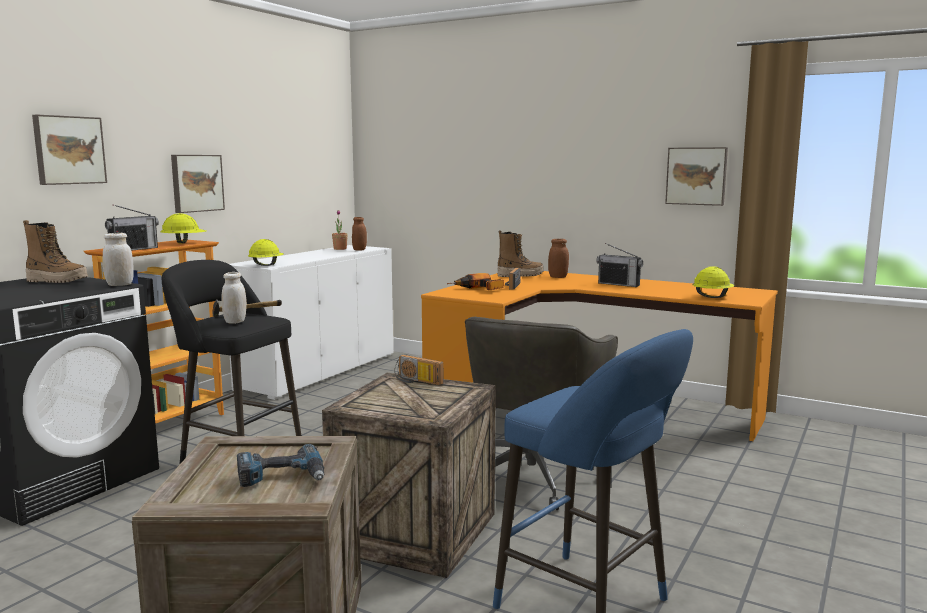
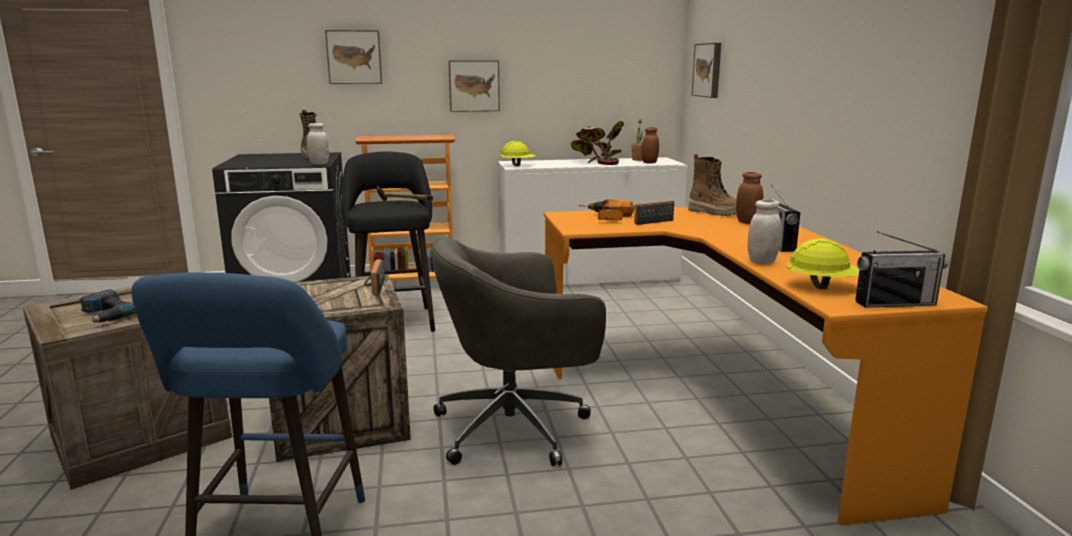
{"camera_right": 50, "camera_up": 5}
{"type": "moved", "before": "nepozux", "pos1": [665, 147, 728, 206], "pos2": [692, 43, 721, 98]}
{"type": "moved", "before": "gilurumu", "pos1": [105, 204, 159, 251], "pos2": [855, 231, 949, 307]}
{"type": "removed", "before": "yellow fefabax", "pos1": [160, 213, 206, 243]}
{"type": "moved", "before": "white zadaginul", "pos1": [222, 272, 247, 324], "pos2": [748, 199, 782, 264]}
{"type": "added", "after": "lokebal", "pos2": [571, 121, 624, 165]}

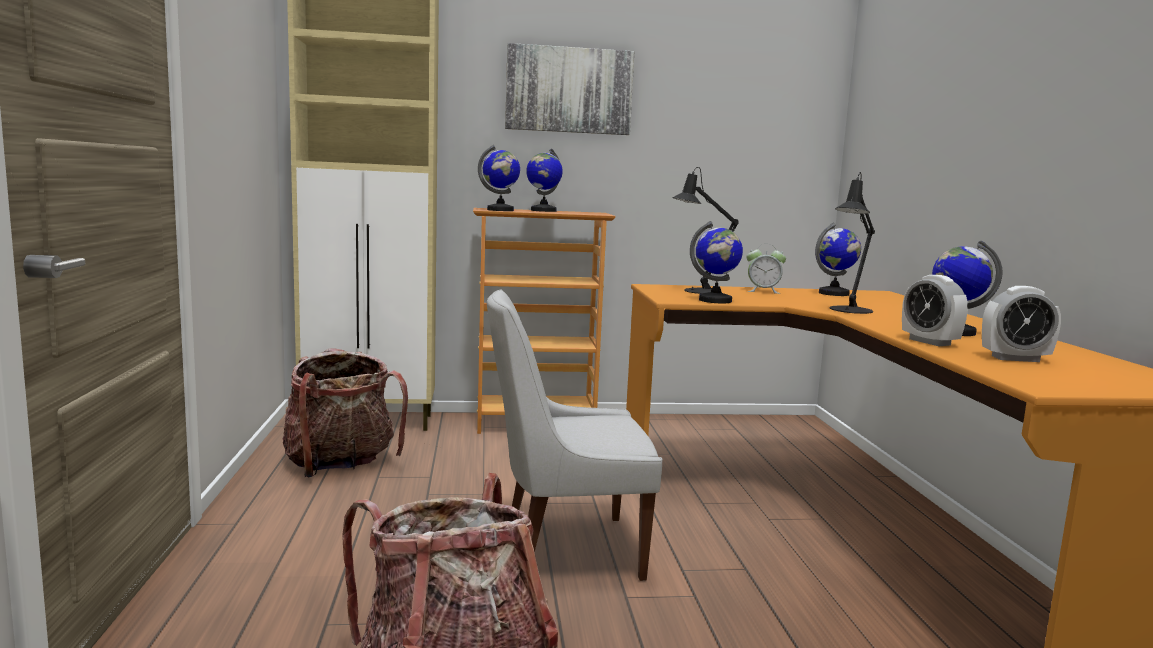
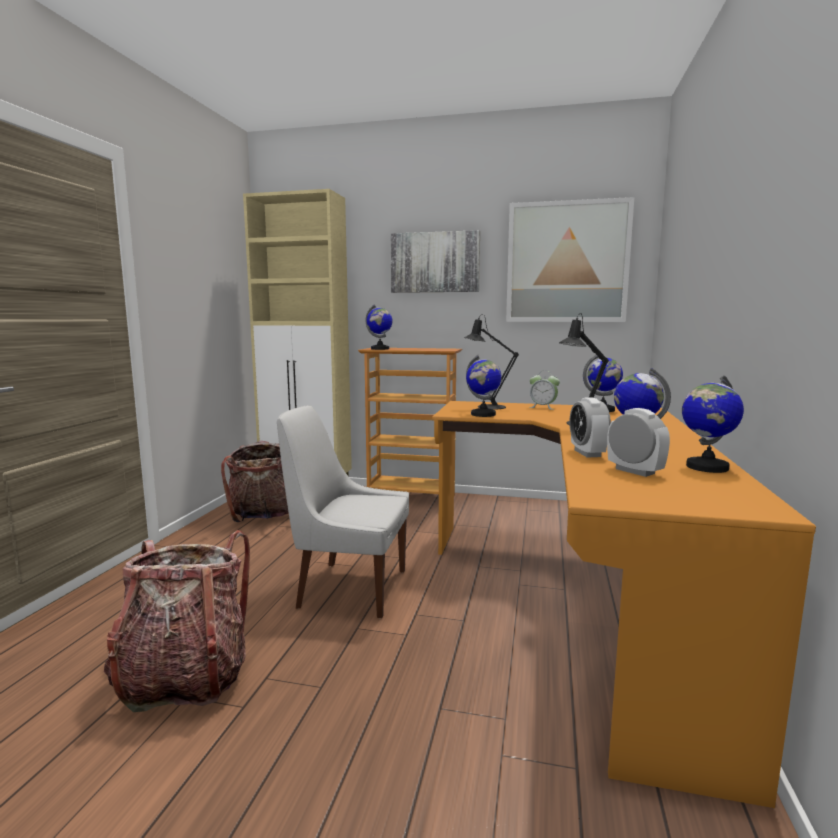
{"camera_right": 20, "camera_up": 0}
{"type": "moved", "before": "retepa", "pos1": [526, 148, 562, 212], "pos2": [682, 375, 744, 473]}
{"type": "turned", "before": "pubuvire", "pos1": [982, 286, 1061, 362], "pos2": [607, 408, 670, 477], "turn": -150}
{"type": "added", "after": "nepozux", "pos2": [506, 197, 634, 322]}

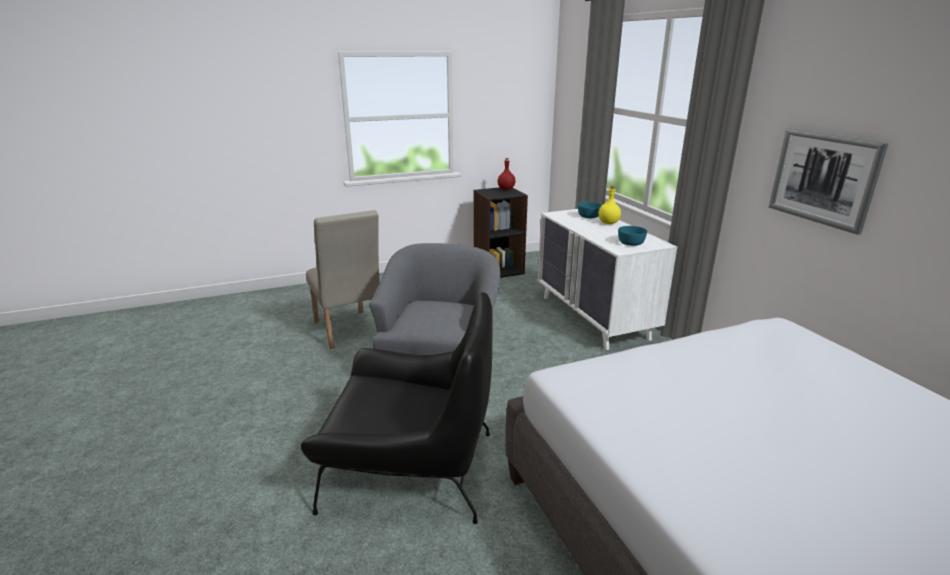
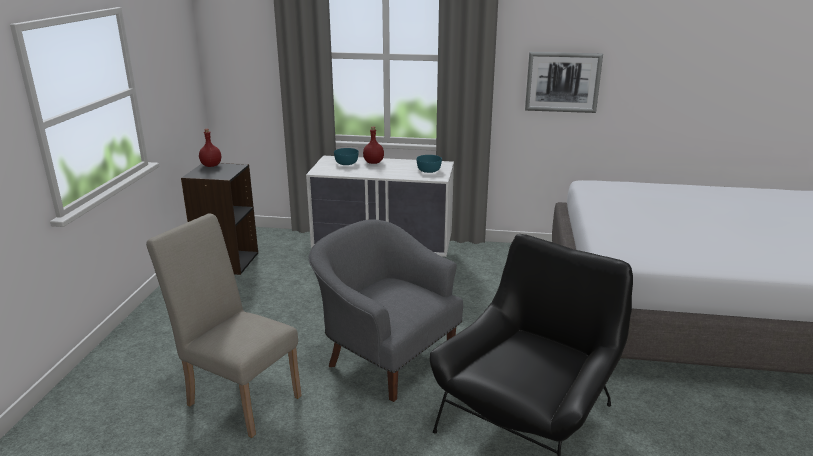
{"camera_right": -60, "camera_up": 0}
{"type": "recoloured", "before": "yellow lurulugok", "after": "red lurulugok", "pos1": [598, 186, 621, 224], "pos2": [363, 127, 384, 164]}
{"type": "turned", "before": "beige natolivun", "pos1": [306, 210, 380, 349], "pos2": [146, 213, 302, 438], "turn": -150}

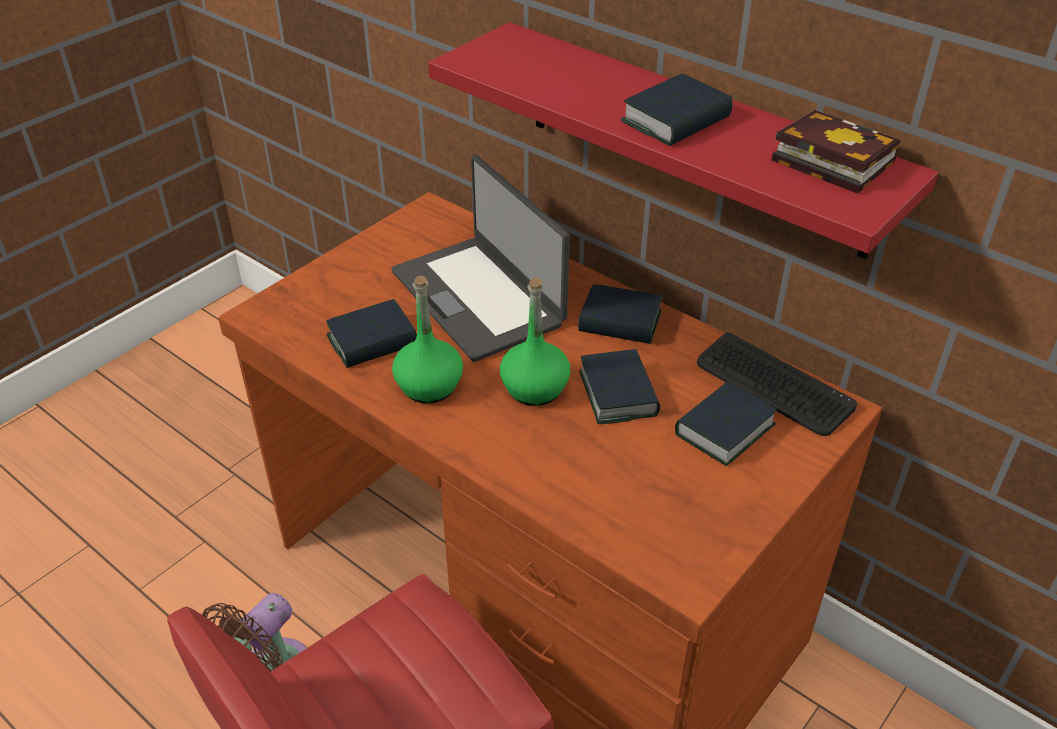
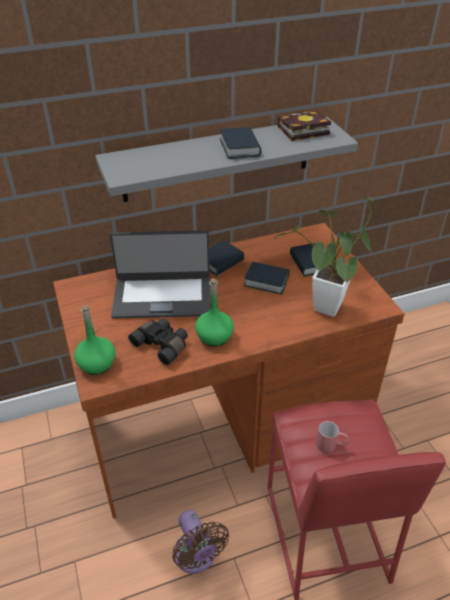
{"camera_right": -60, "camera_up": 0}
{"type": "recoloured", "before": "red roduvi", "after": "grey roduvi", "pos1": [428, 22, 939, 259], "pos2": [95, 117, 358, 202]}
{"type": "moved", "before": "green lurulugok", "pos1": [500, 278, 570, 406], "pos2": [74, 305, 116, 375]}
{"type": "replaced", "before": "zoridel", "after": "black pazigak", "pos1": [326, 299, 417, 368], "pos2": [128, 318, 188, 365]}
{"type": "removed", "before": "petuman", "pos1": [697, 332, 857, 436]}
{"type": "added", "after": "lokebal", "pos2": [273, 196, 376, 317]}
{"type": "added", "after": "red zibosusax", "pos2": [316, 421, 349, 453]}

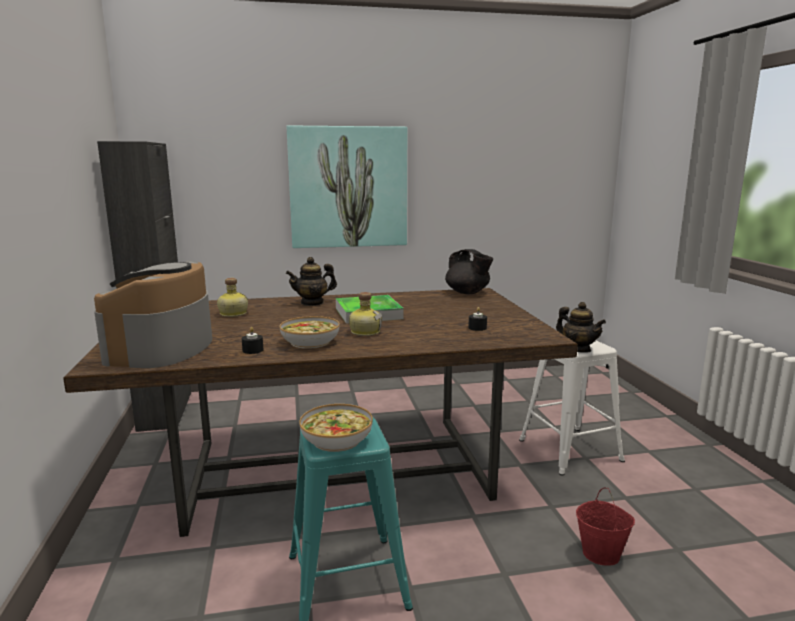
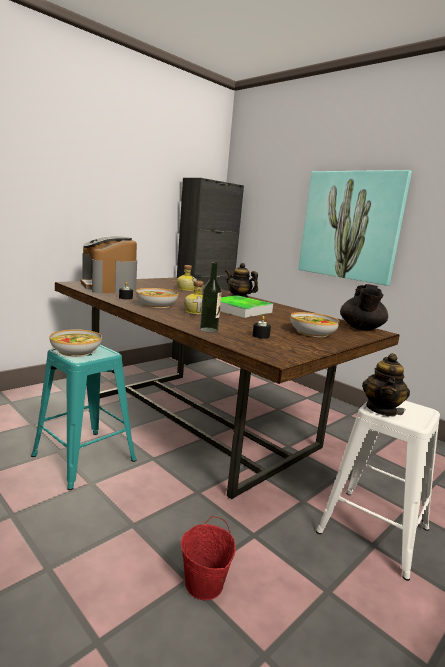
{"camera_right": 55, "camera_up": 0}
{"type": "turned", "before": "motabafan", "pos1": [94, 261, 212, 368], "pos2": [80, 236, 137, 293], "turn": -90}
{"type": "added", "after": "lurulugok", "pos2": [200, 262, 222, 333]}
{"type": "added", "after": "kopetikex", "pos2": [290, 312, 340, 337]}

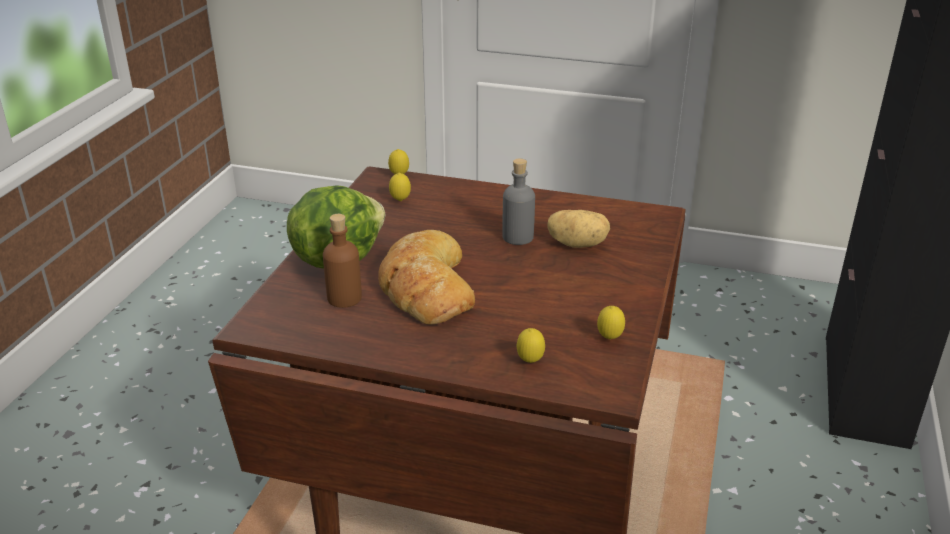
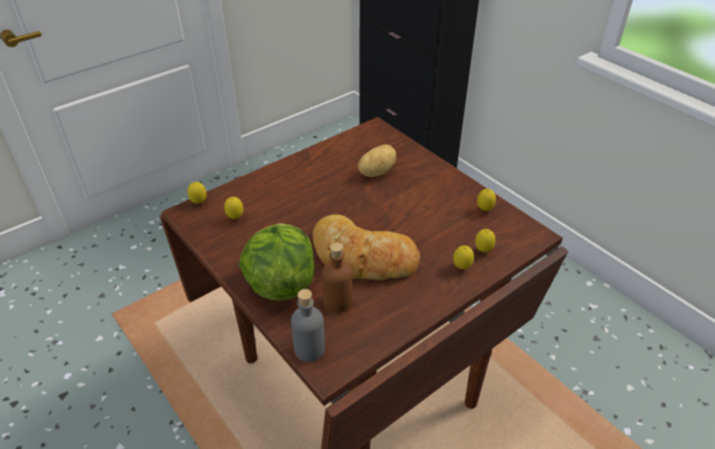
{"camera_right": -55, "camera_up": 10}
{"type": "moved", "before": "grey lurulugok", "pos1": [502, 158, 535, 245], "pos2": [291, 289, 325, 362]}
{"type": "added", "after": "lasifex", "pos2": [453, 245, 474, 269]}

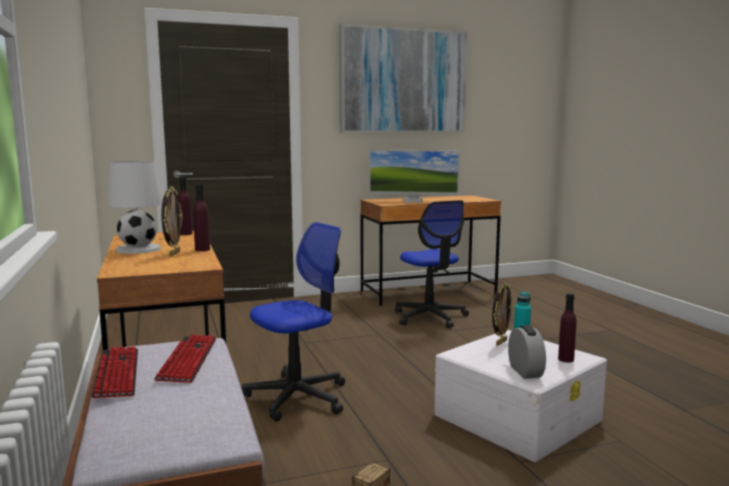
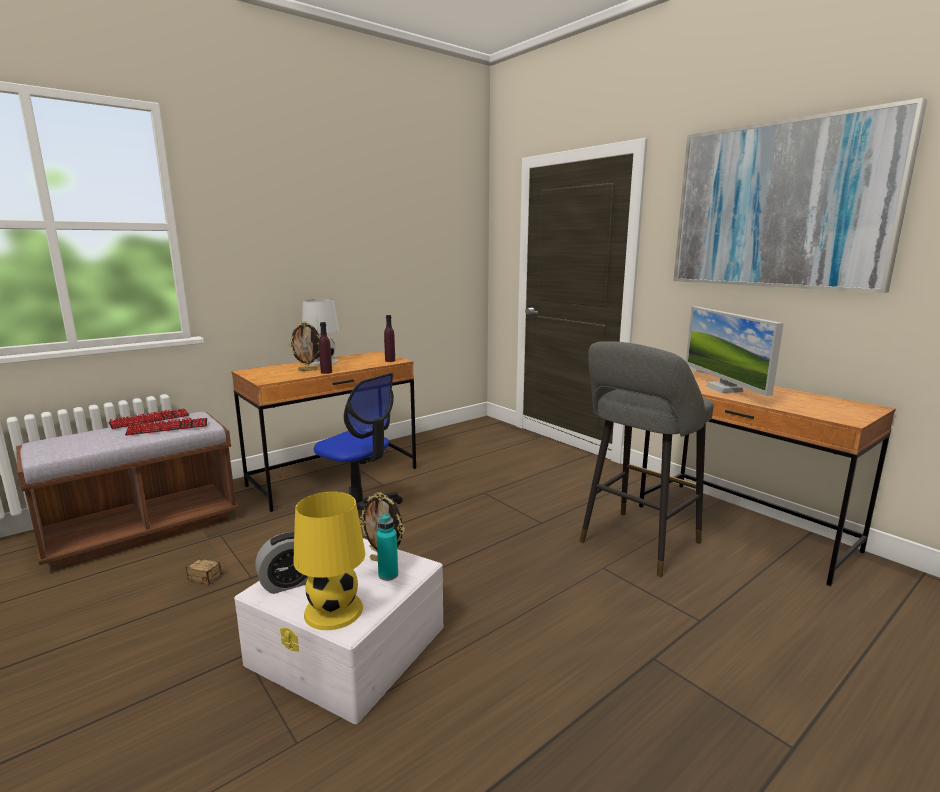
{"camera_right": 70, "camera_up": 5}
{"type": "replaced", "before": "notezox", "after": "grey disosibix", "pos1": [395, 200, 469, 328], "pos2": [580, 341, 713, 577]}
{"type": "replaced", "before": "purple lurulugok", "after": "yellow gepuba", "pos1": [558, 293, 576, 363], "pos2": [293, 491, 365, 630]}

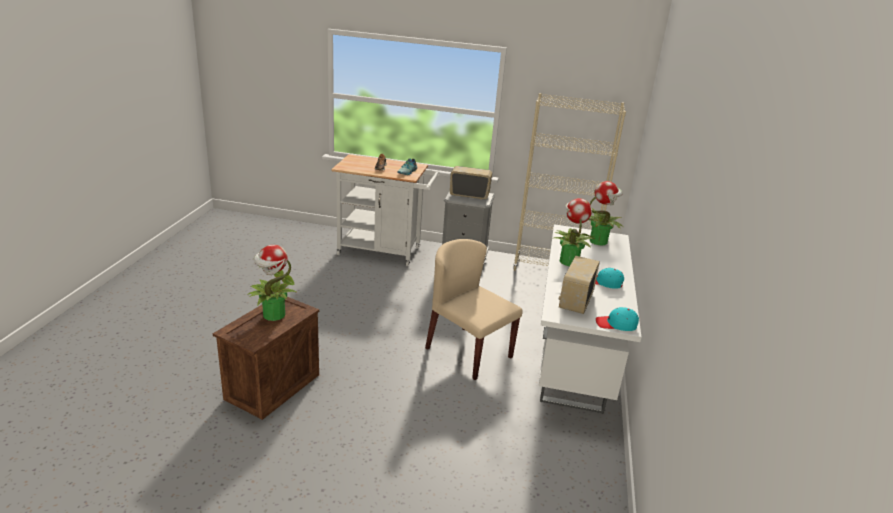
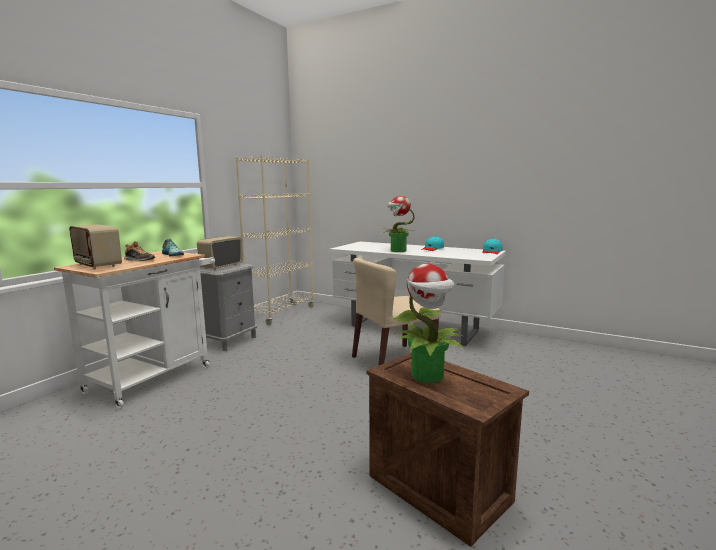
{"camera_right": -70, "camera_up": -15}
{"type": "removed", "before": "lokebal", "pos1": [588, 181, 623, 246]}
{"type": "moved", "before": "gilurumu", "pos1": [559, 256, 600, 314], "pos2": [69, 224, 122, 269]}

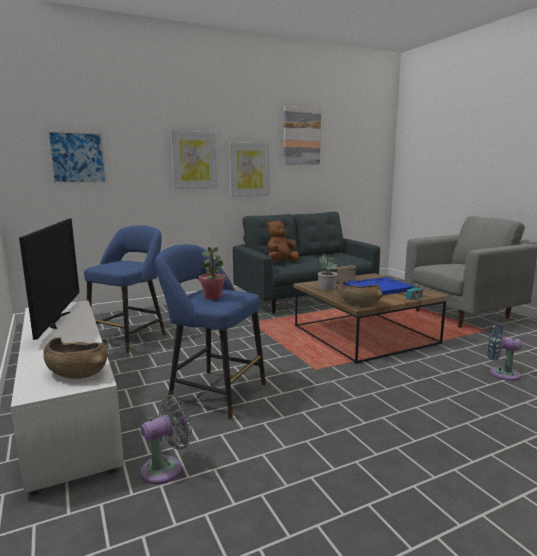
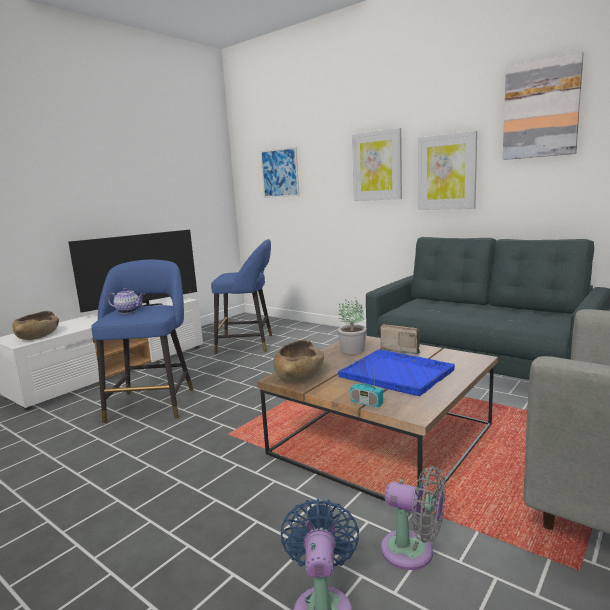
{"camera_right": 65, "camera_up": 0}
{"type": "removed", "before": "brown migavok", "pos1": [267, 220, 299, 261]}
{"type": "replaced", "before": "lokebal", "after": "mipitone", "pos1": [199, 247, 226, 300], "pos2": [107, 288, 145, 314]}
{"type": "moved", "before": "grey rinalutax", "pos1": [140, 395, 192, 484], "pos2": [381, 466, 446, 570]}

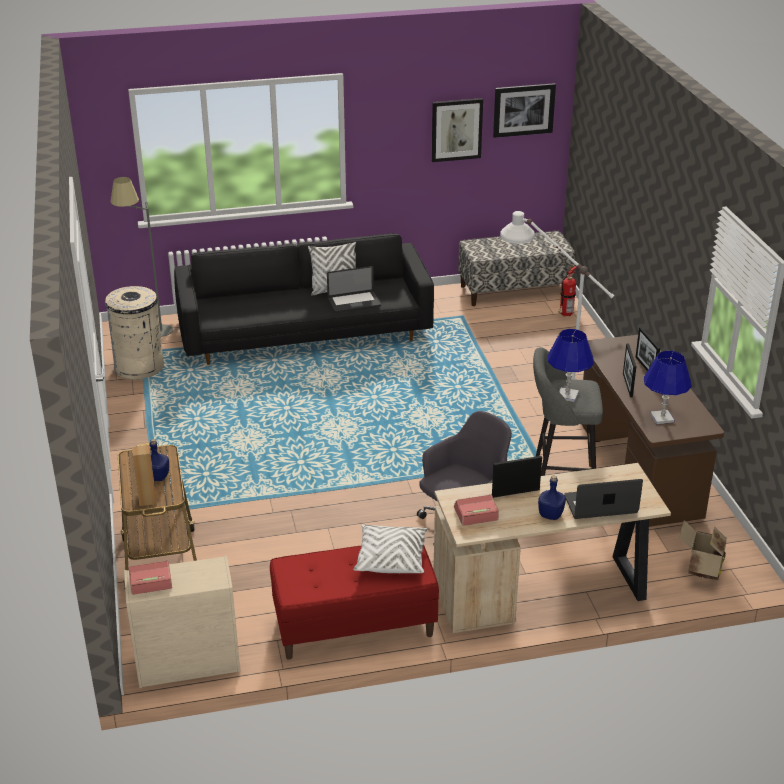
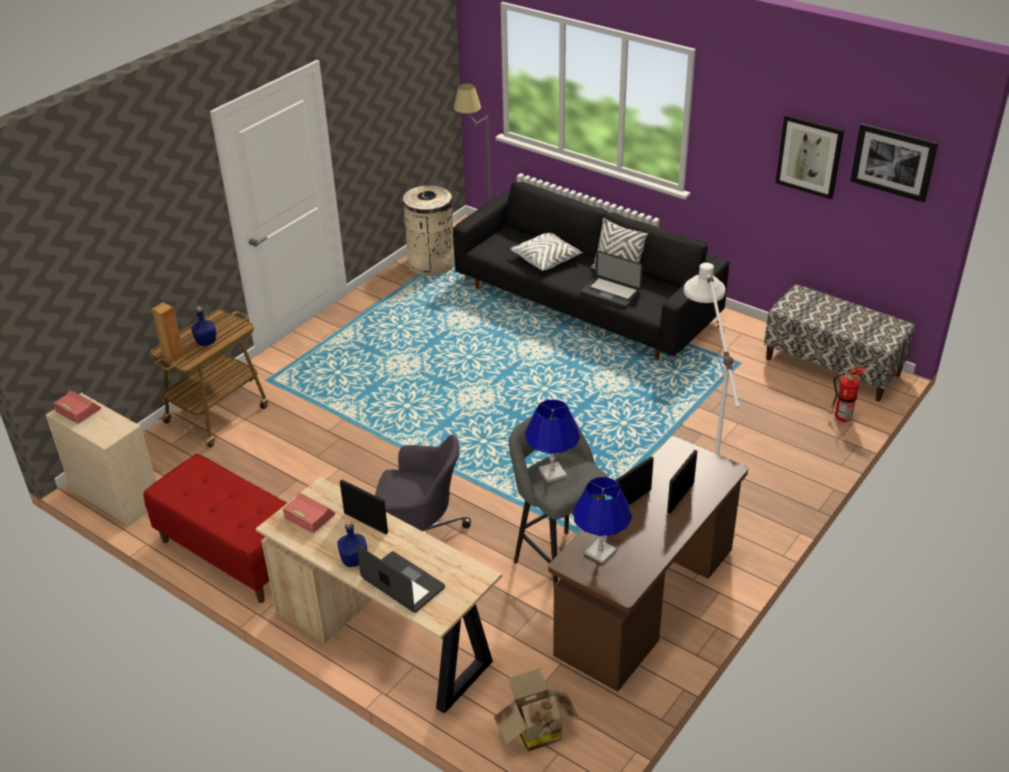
{"camera_right": 50, "camera_up": 5}
{"type": "moved", "before": "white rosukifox", "pos1": [353, 524, 427, 573], "pos2": [510, 233, 583, 271]}

